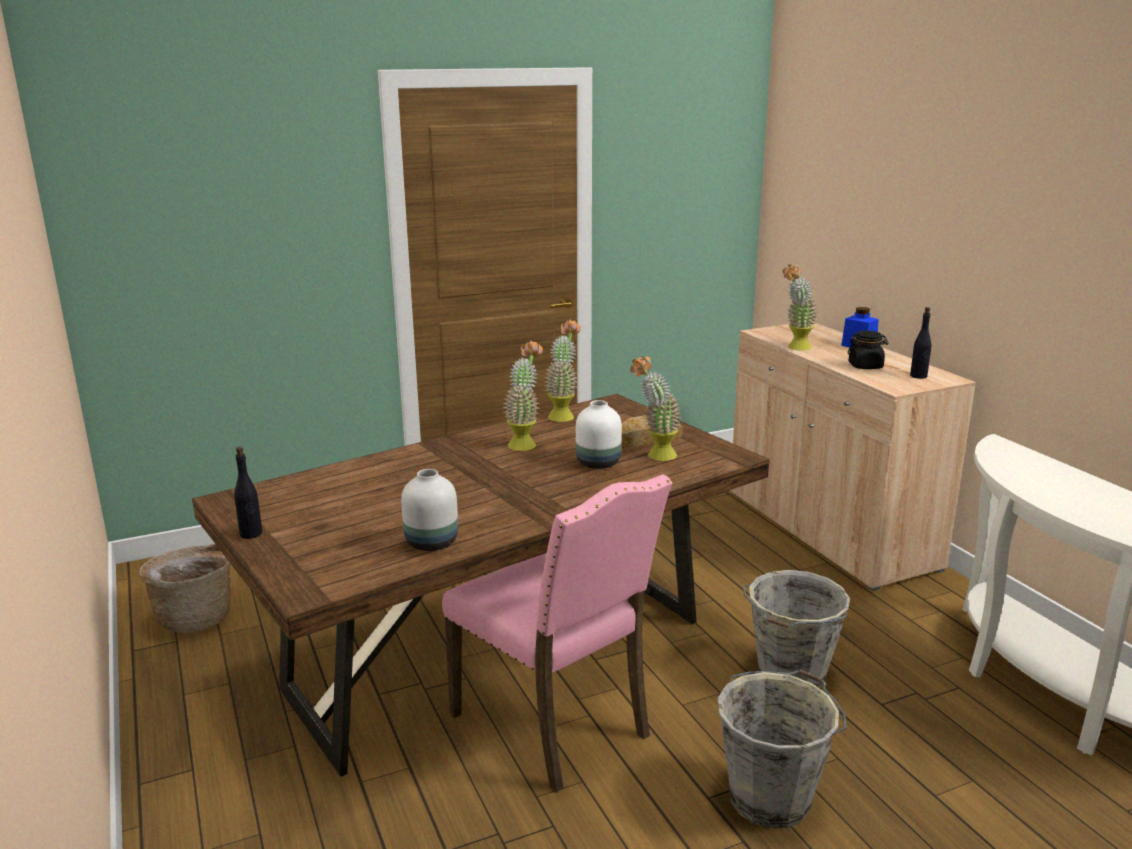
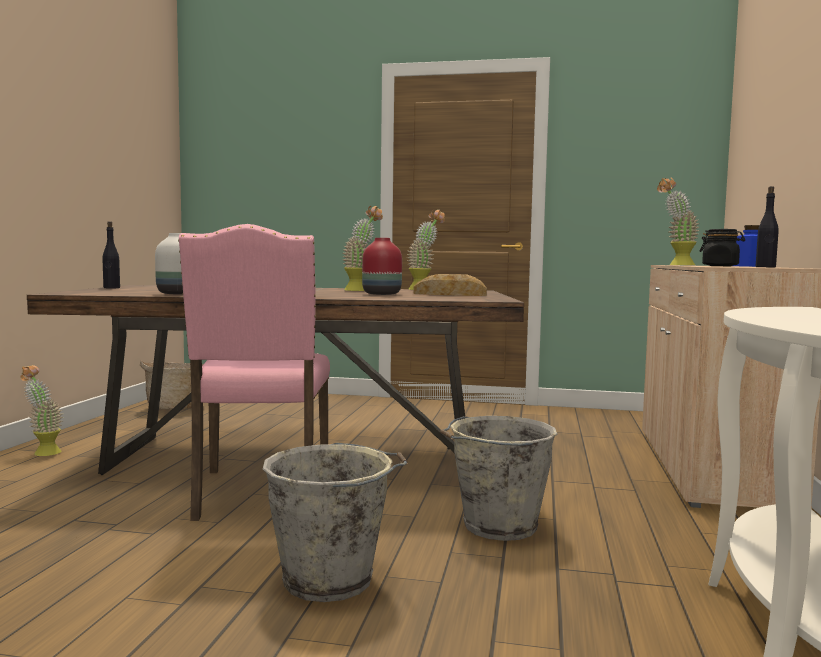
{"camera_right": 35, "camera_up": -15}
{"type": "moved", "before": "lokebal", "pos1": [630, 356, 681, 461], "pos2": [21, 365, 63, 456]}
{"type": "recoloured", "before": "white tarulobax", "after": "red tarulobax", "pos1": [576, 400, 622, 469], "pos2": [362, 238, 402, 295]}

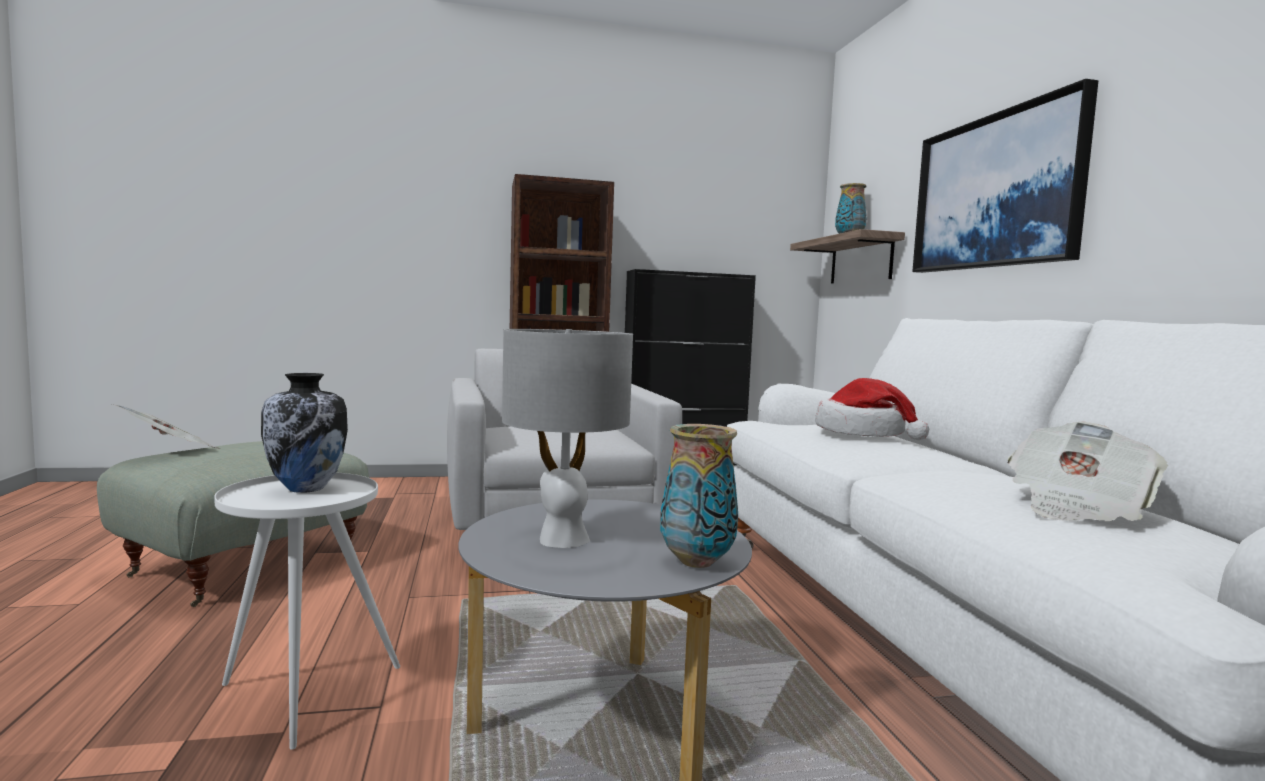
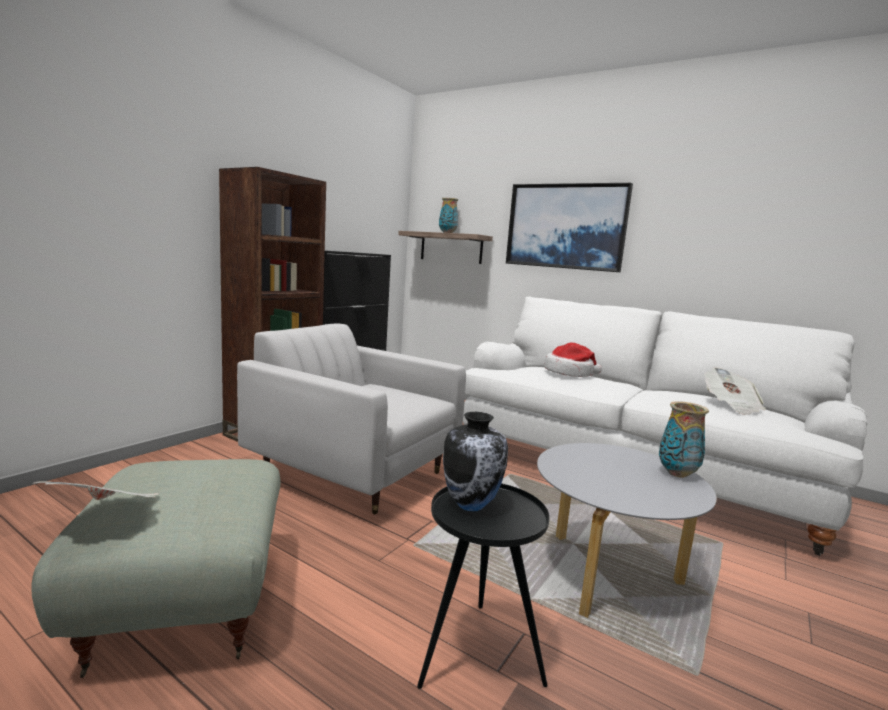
{"camera_right": -45, "camera_up": 5}
{"type": "removed", "before": "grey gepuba", "pos1": [502, 329, 633, 548]}
{"type": "recoloured", "before": "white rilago", "after": "black rilago", "pos1": [214, 473, 400, 750], "pos2": [417, 483, 550, 689]}

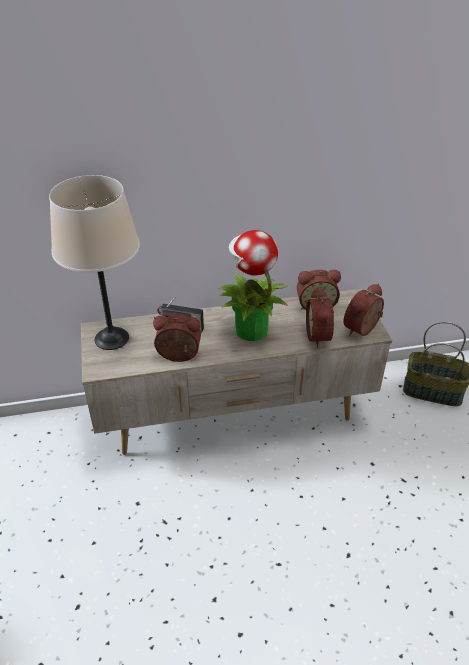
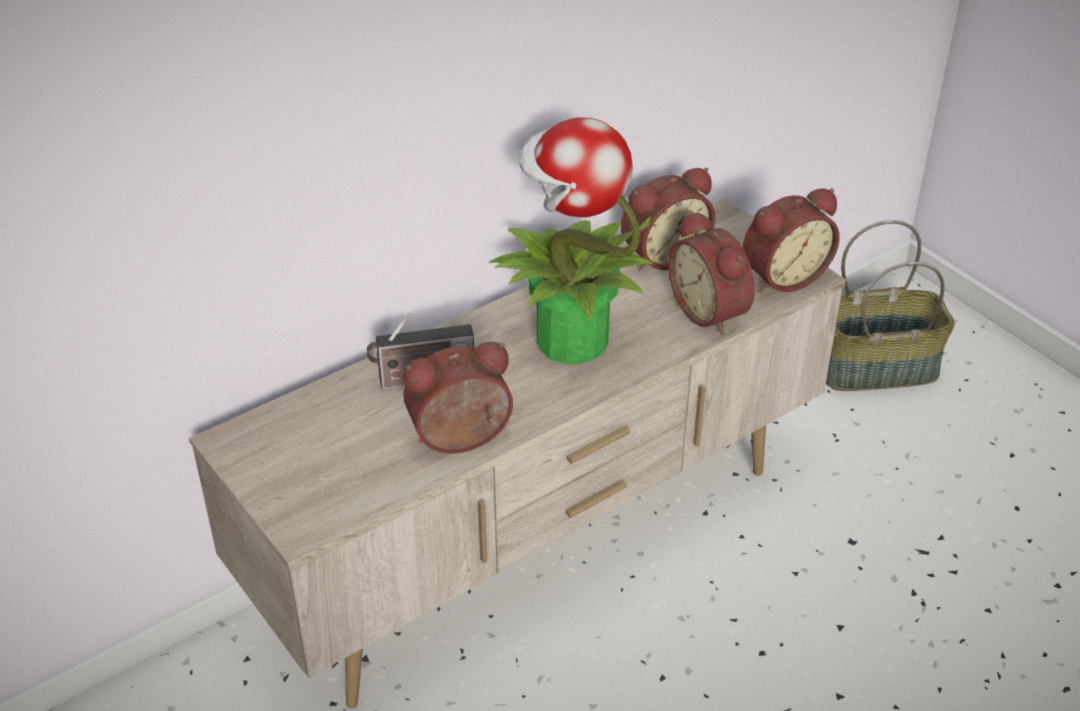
{"camera_right": -25, "camera_up": 0}
{"type": "removed", "before": "beige gepuba", "pos1": [49, 175, 140, 350]}
{"type": "turned", "before": "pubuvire", "pos1": [344, 283, 384, 336], "pos2": [743, 188, 840, 293], "turn": -135}

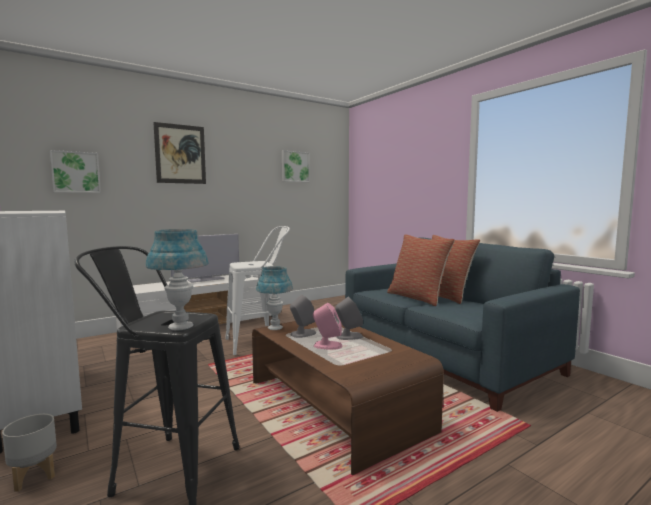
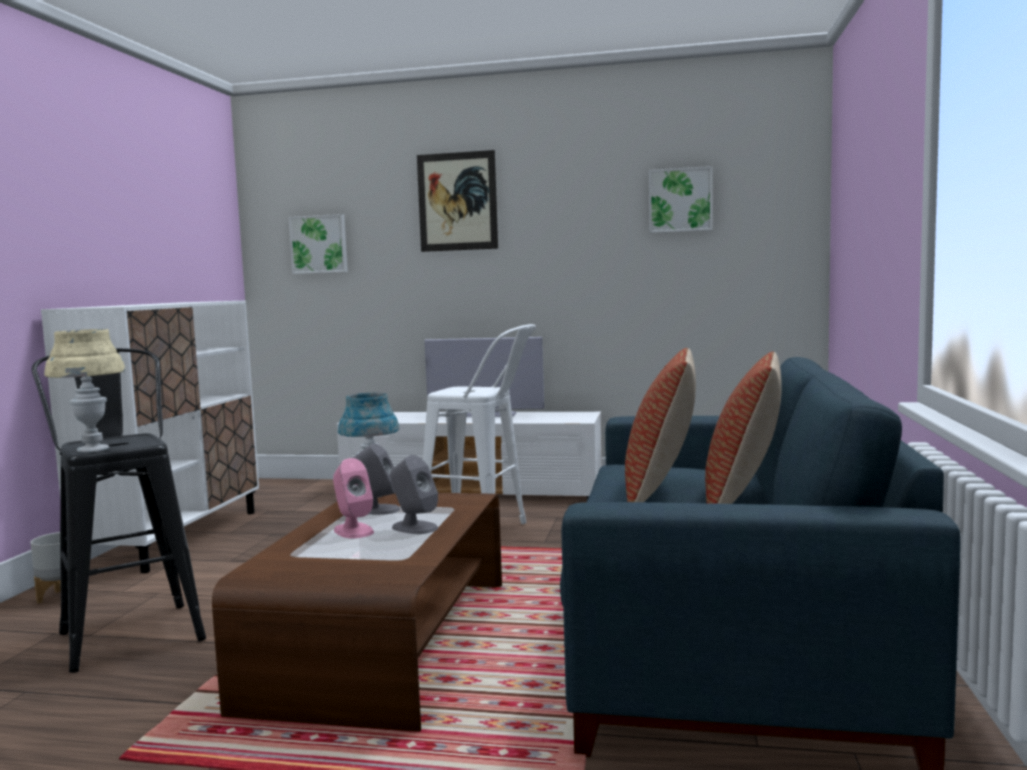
{"camera_right": 45, "camera_up": 0}
{"type": "recoloured", "before": "blue gepuba", "after": "beige gepuba", "pos1": [145, 229, 209, 330], "pos2": [44, 329, 125, 453]}

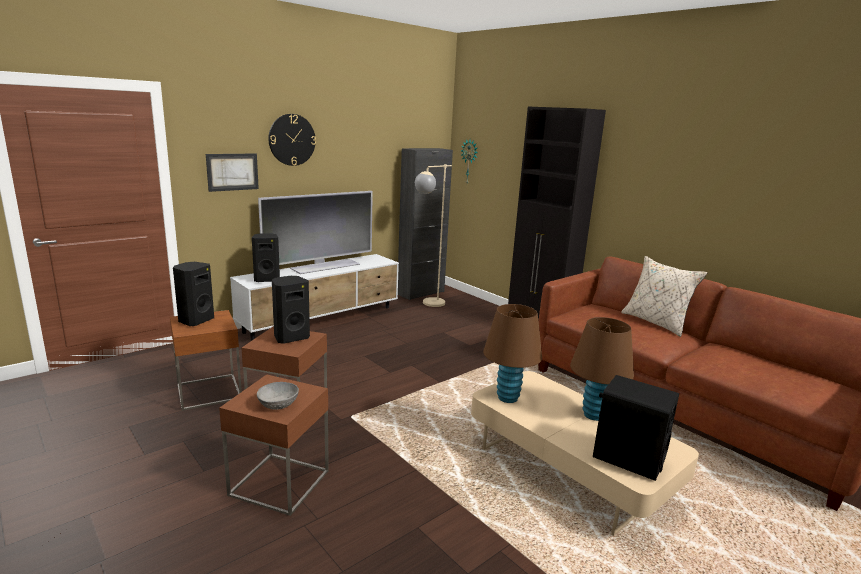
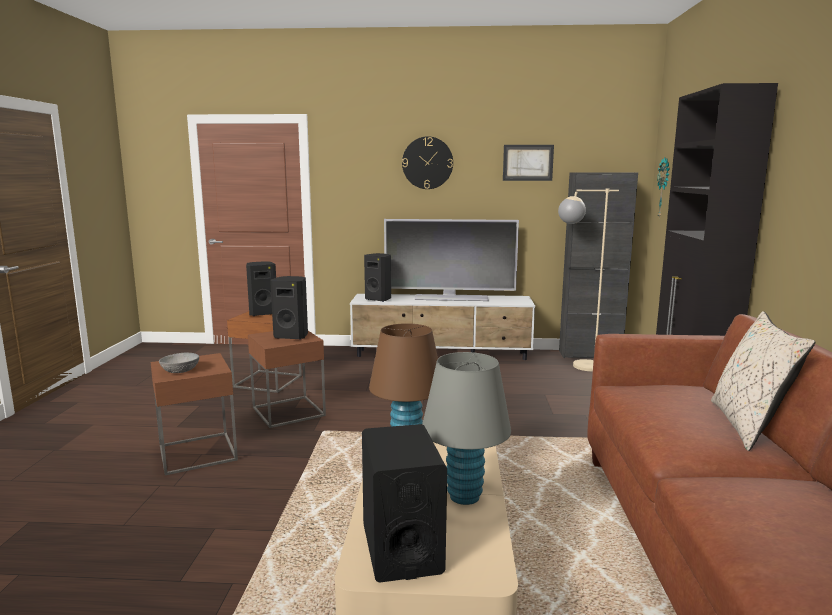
{"camera_right": 45, "camera_up": -5}
{"type": "moved", "before": "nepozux", "pos1": [206, 154, 259, 192], "pos2": [503, 145, 554, 181]}
{"type": "recoloured", "before": "brown gepuba", "after": "grey gepuba", "pos1": [570, 317, 634, 421], "pos2": [422, 352, 511, 505]}

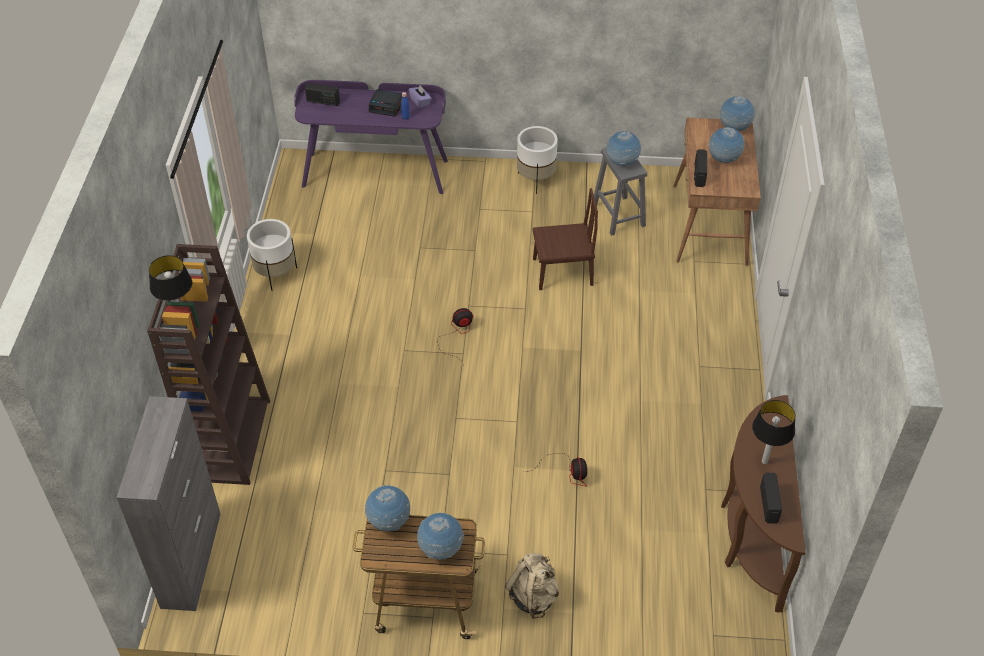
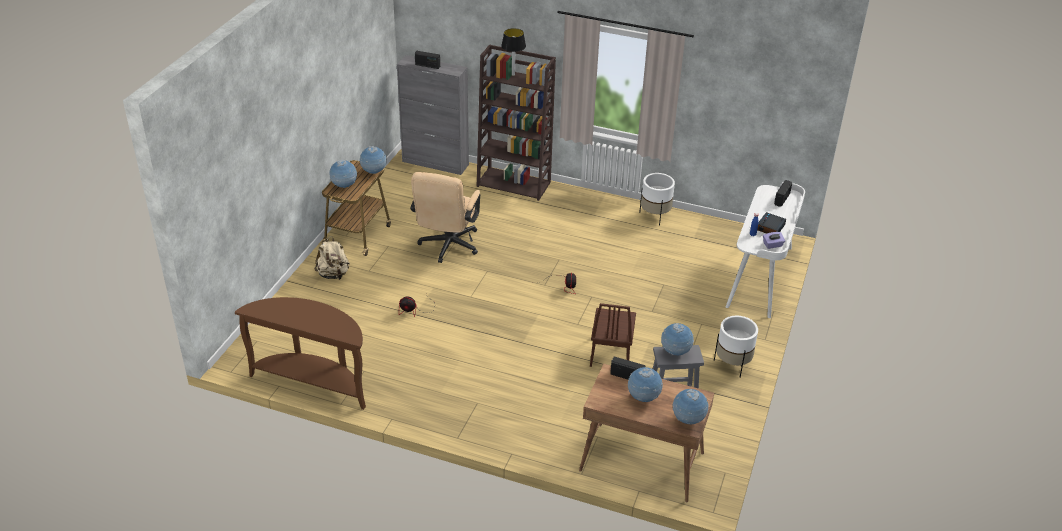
{"camera_right": 105, "camera_up": -10}
{"type": "recoloured", "before": "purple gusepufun", "after": "white gusepufun", "pos1": [294, 80, 448, 194], "pos2": [726, 182, 805, 318]}
{"type": "removed", "before": "gepuba", "pos1": [752, 400, 795, 464]}
{"type": "moved", "before": "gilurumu", "pos1": [760, 473, 782, 523], "pos2": [415, 51, 440, 69]}
{"type": "added", "after": "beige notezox", "pos2": [410, 172, 480, 263]}

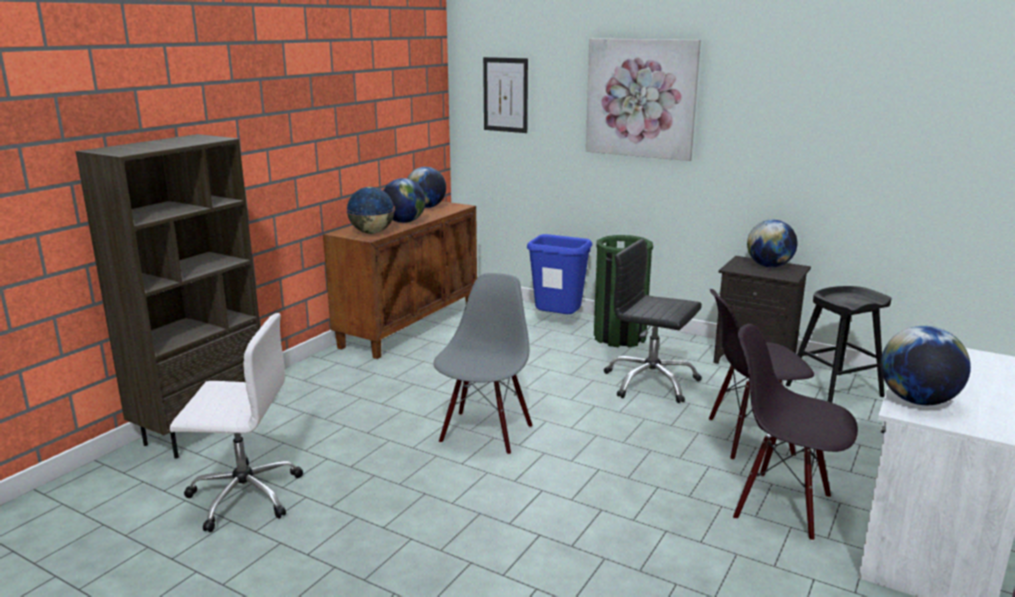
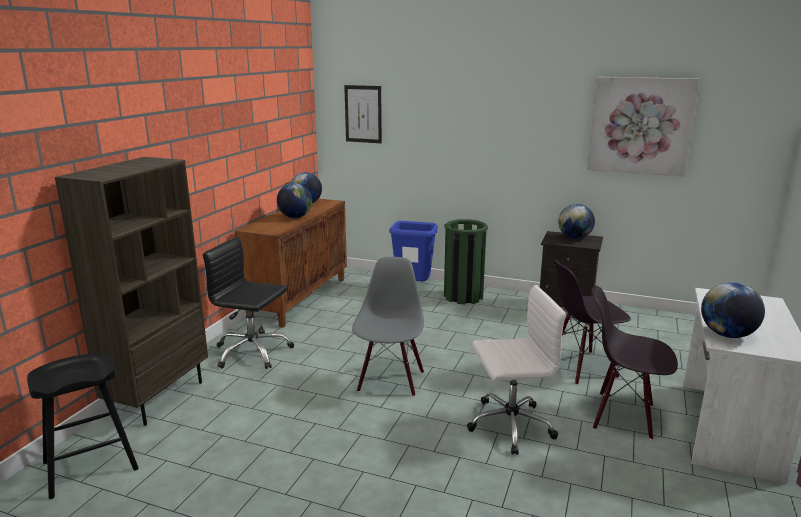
{"camera_right": -10, "camera_up": 0}
{"type": "moved", "before": "nepozux", "pos1": [586, 39, 701, 161], "pos2": [587, 77, 699, 176]}
{"type": "removed", "before": "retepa", "pos1": [346, 187, 395, 234]}
{"type": "moved", "before": "black notezox", "pos1": [604, 239, 702, 403], "pos2": [203, 237, 294, 369]}
{"type": "moved", "before": "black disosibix", "pos1": [786, 286, 892, 403], "pos2": [27, 353, 139, 499]}
{"type": "moved", "before": "white notezox", "pos1": [170, 313, 303, 532], "pos2": [467, 285, 566, 455]}

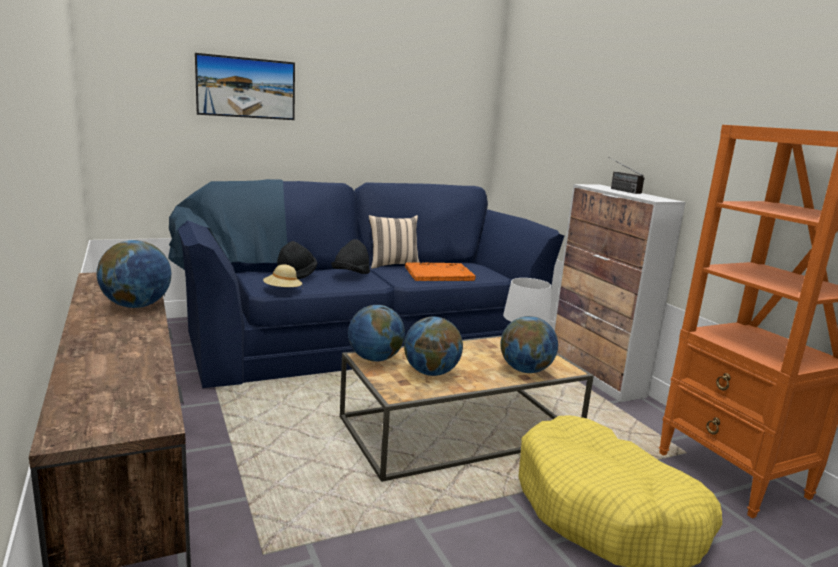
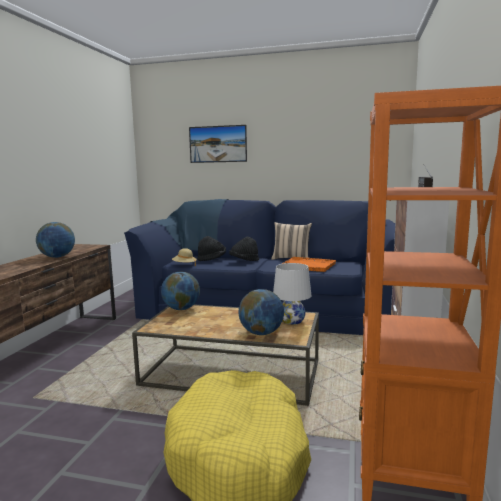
{"camera_right": 40, "camera_up": -5}
{"type": "removed", "before": "retepa", "pos1": [404, 317, 463, 376]}

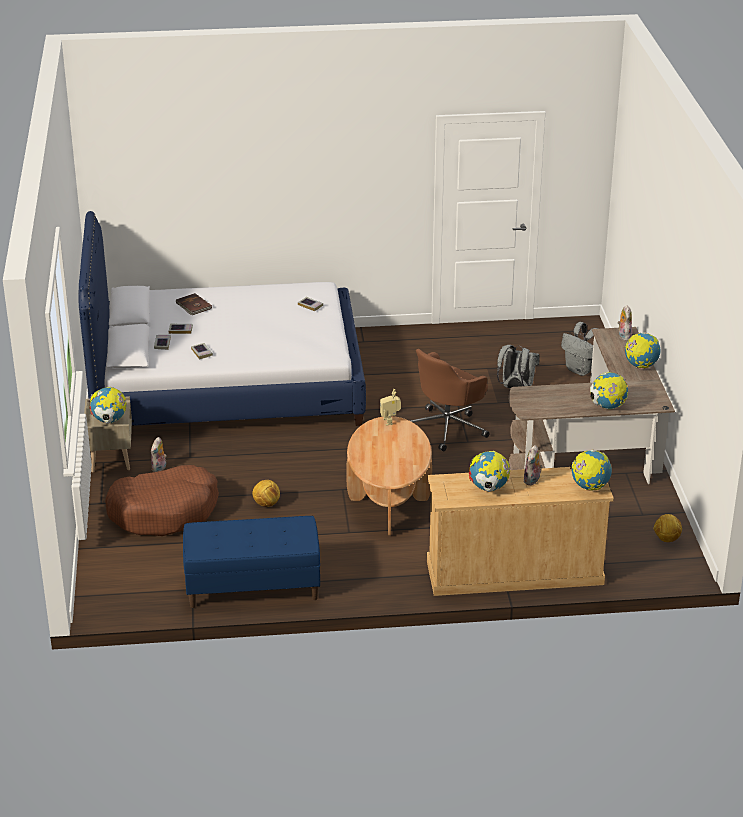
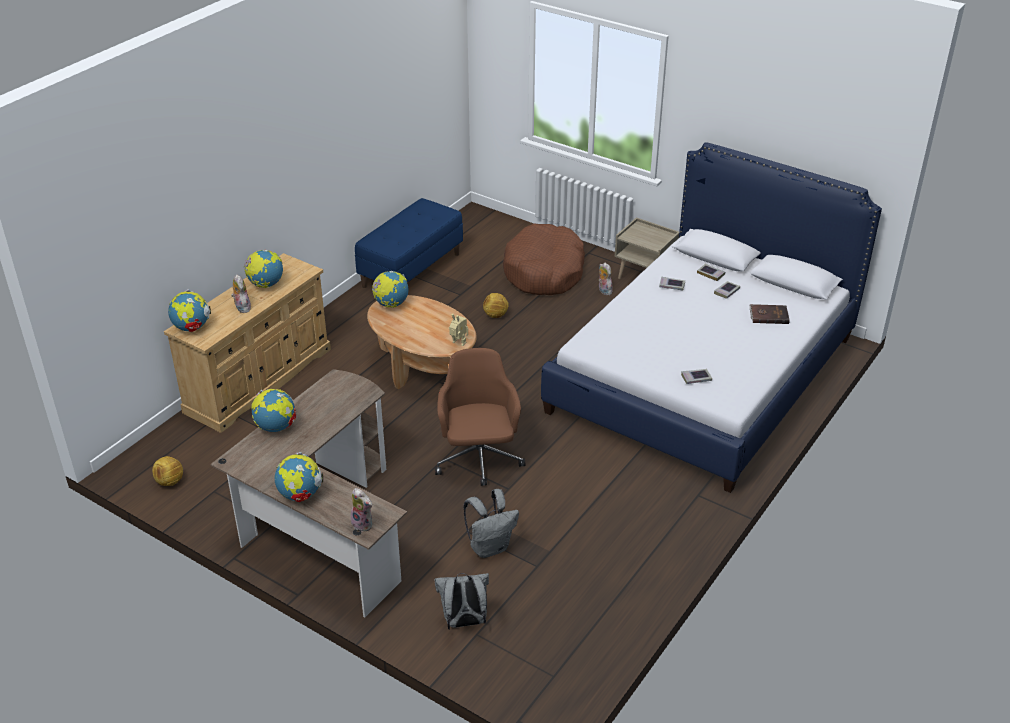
{"camera_right": 130, "camera_up": 5}
{"type": "moved", "before": "retepa", "pos1": [90, 387, 127, 424], "pos2": [372, 271, 409, 308]}

